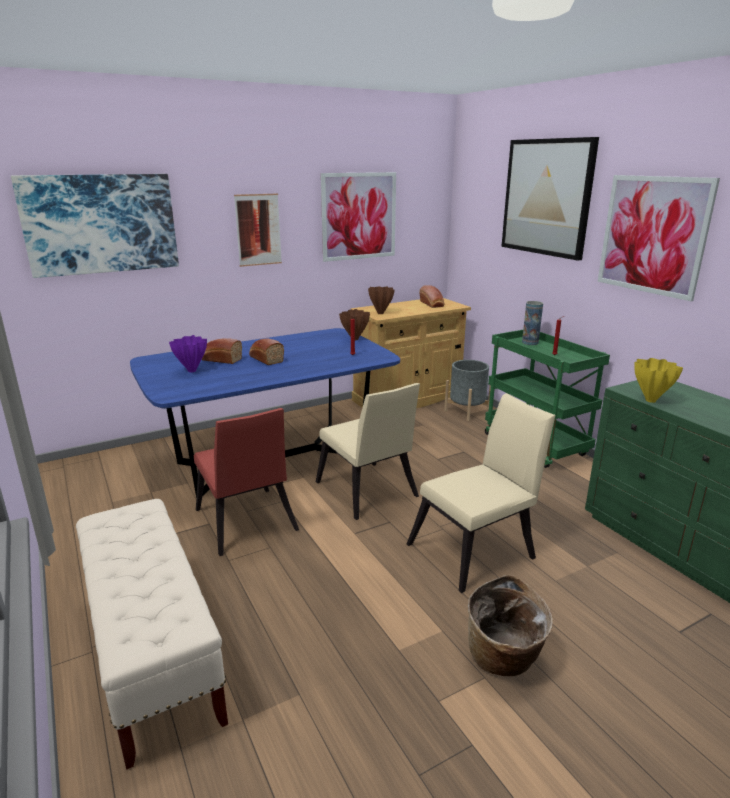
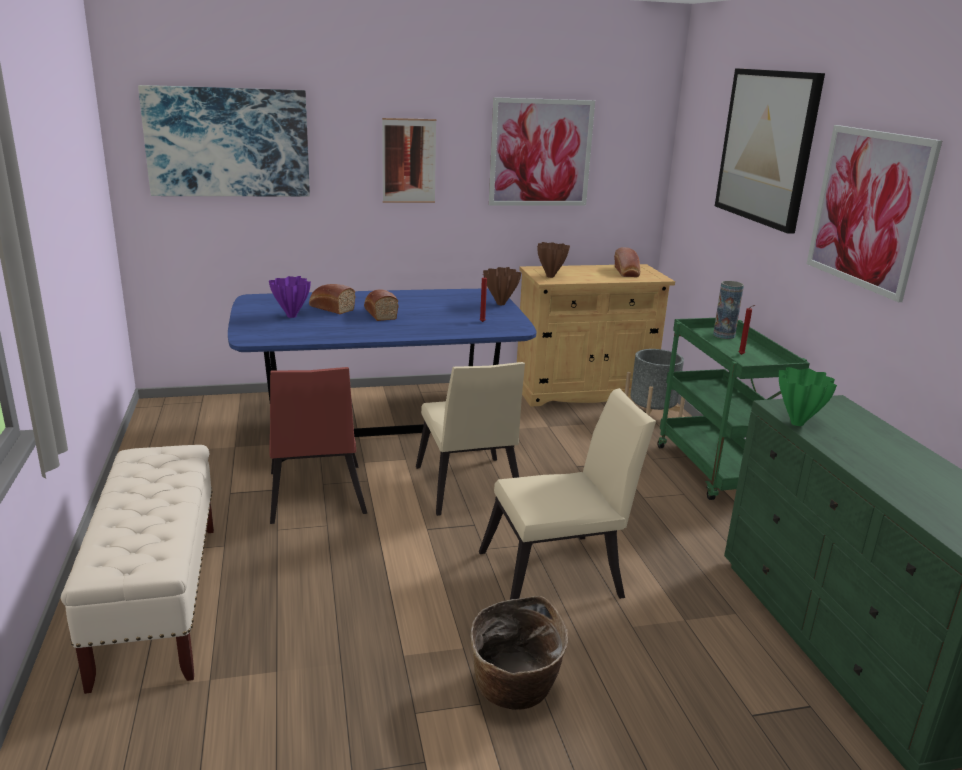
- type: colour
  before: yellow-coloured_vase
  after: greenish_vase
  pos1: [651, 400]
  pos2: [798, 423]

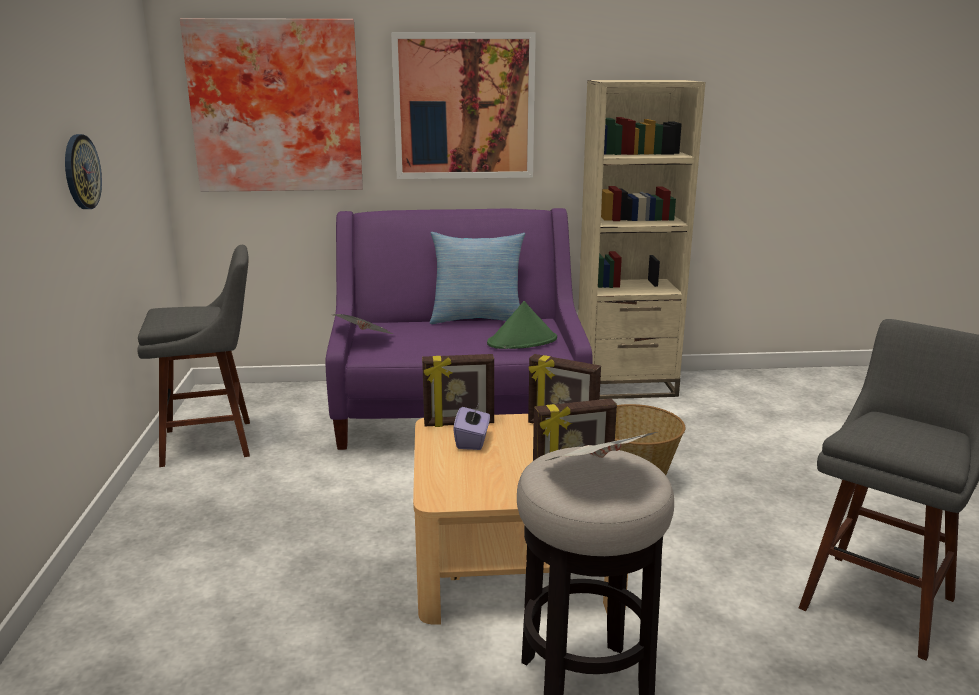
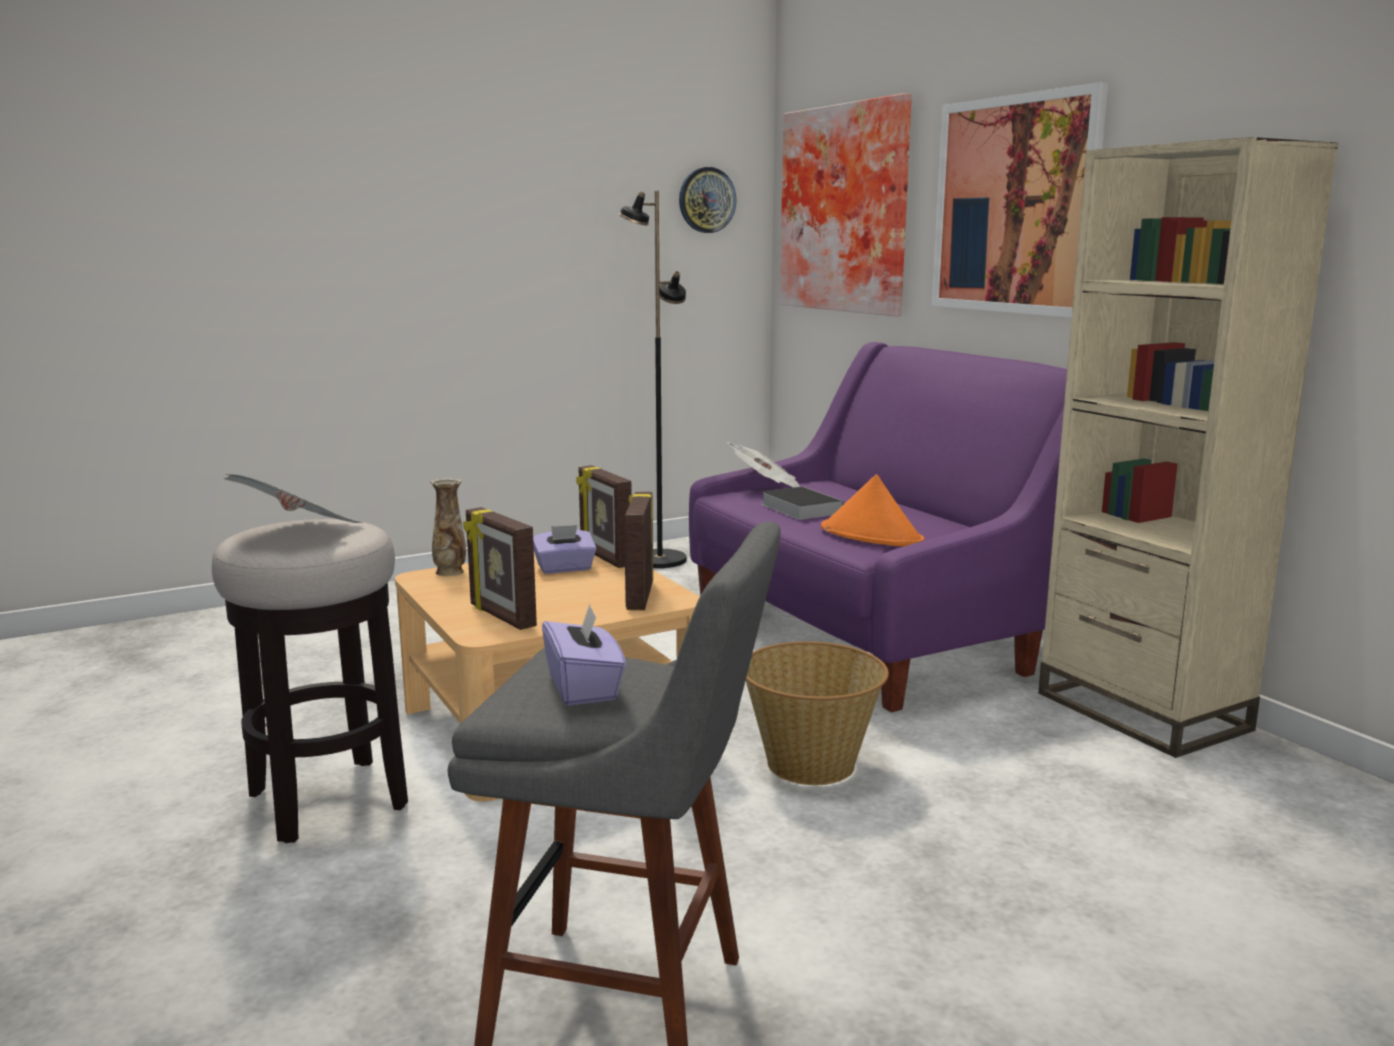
- type: appeared
  after: vase
  pos2: [450, 572]
- type: appeared
  after: purplish_box_of_tissues
  pos2: [584, 687]
- type: exchanged
  before: gray_sitting_stool
  after: black-coloured_floor_lamp
  pos1: [214, 442]
  pos2: [658, 560]
- type: relocated
  before: wall_clock
  pos1: [81, 172]
  pos2: [706, 200]
- type: appeared
  after: book
  pos2: [799, 508]
- type: colour
  before: greenish_clothing_hat
  after: orange-coloured_clothing_hat
  pos1: [522, 341]
  pos2: [872, 535]
- type: missing
  before: cushion
  pos1: [477, 319]

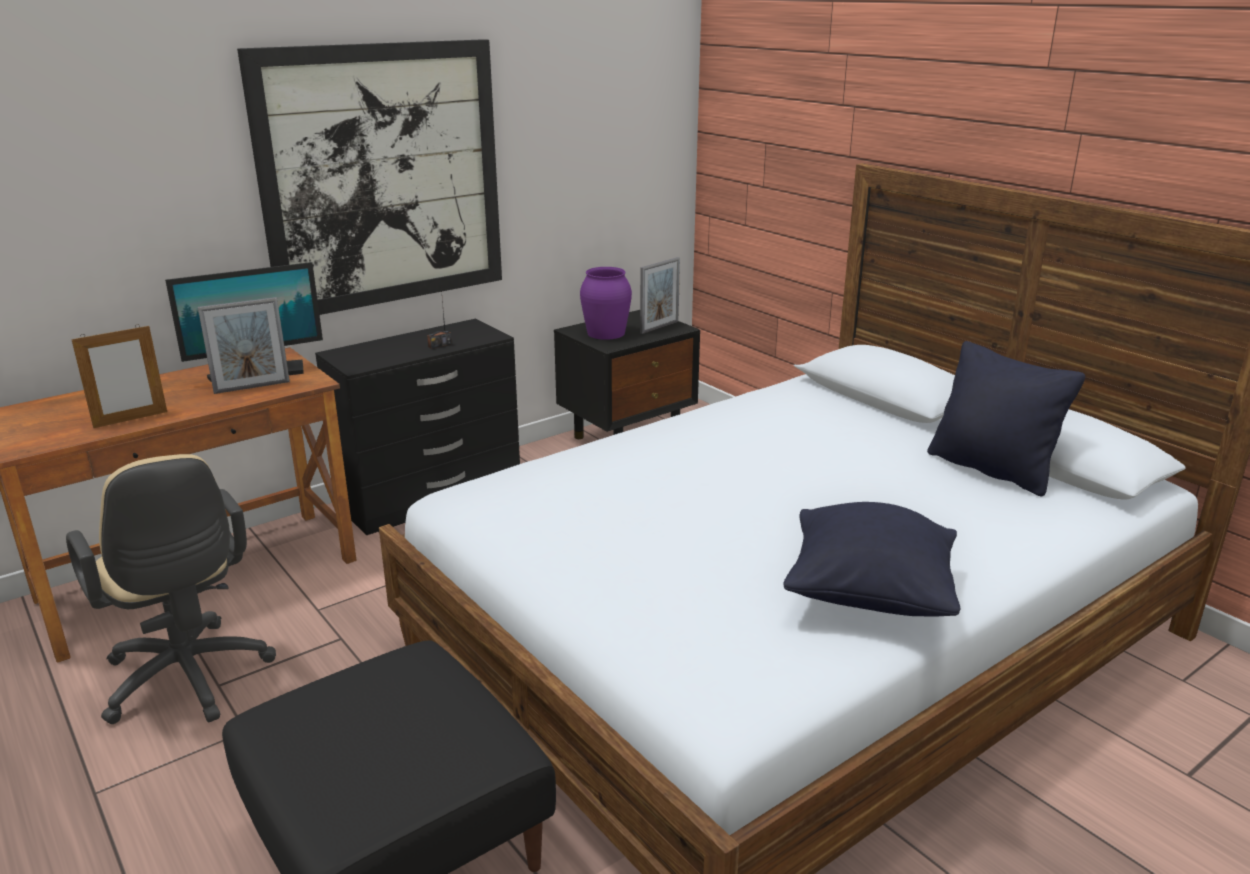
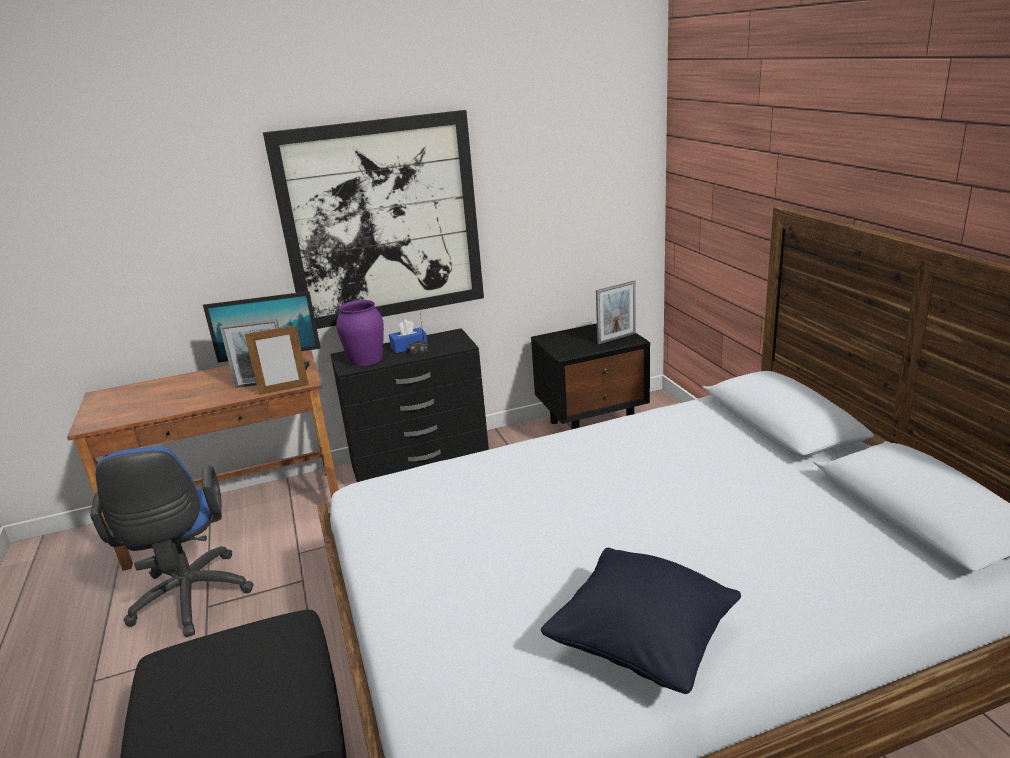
- type: colour
  before: beige-coloured_computer_chair
  after: blue_computer_chair
  pos1: [189, 681]
  pos2: [191, 600]
- type: relocated
  before: standing_frame
  pos1: [130, 419]
  pos2: [284, 389]
- type: relocated
  before: purplish_vase
  pos1: [605, 333]
  pos2: [365, 359]
- type: appeared
  after: blue_box_of_tissues
  pos2: [409, 347]
- type: missing
  before: black-coloured_cushion
  pos1: [991, 469]

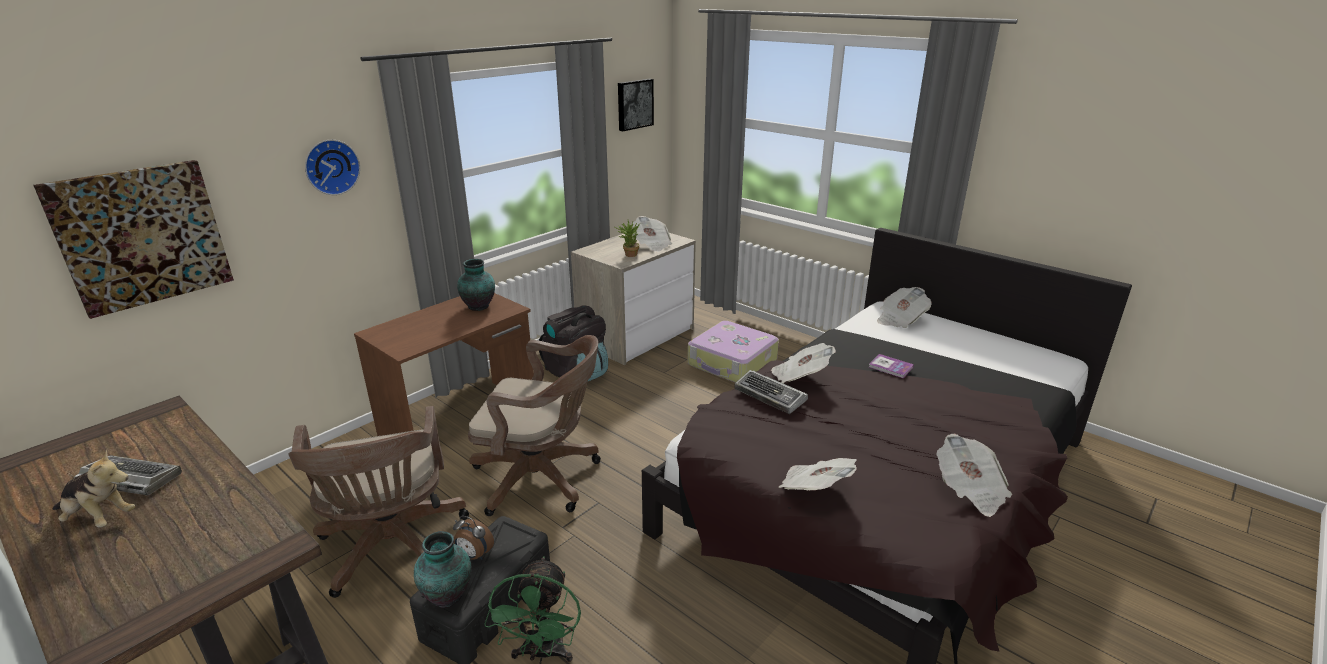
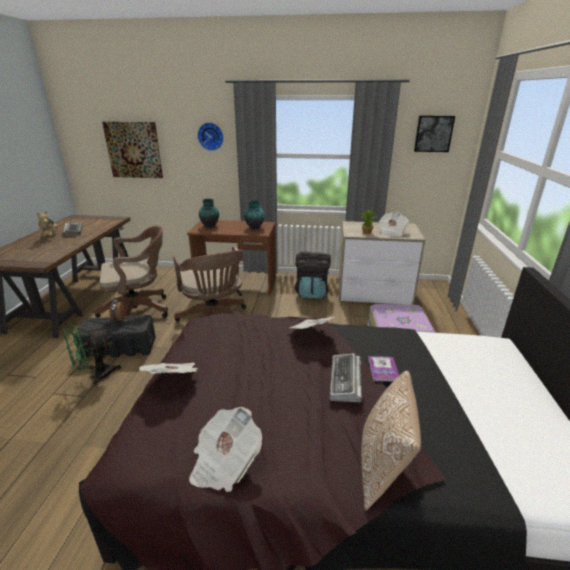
- type: spun
  before: brownish_computer_chair
  pos1: [392, 549]
  pos2: [140, 310]
  turn: -150
- type: relocated
  before: vase
  pos1: [448, 595]
  pos2: [210, 226]
- type: relocated
  before: computer_keyboard
  pos1: [771, 396]
  pos2: [345, 381]
- type: appeared
  after: cushion
  pos2: [383, 467]
- type: missing
  before: printed_paper
  pos1: [900, 319]

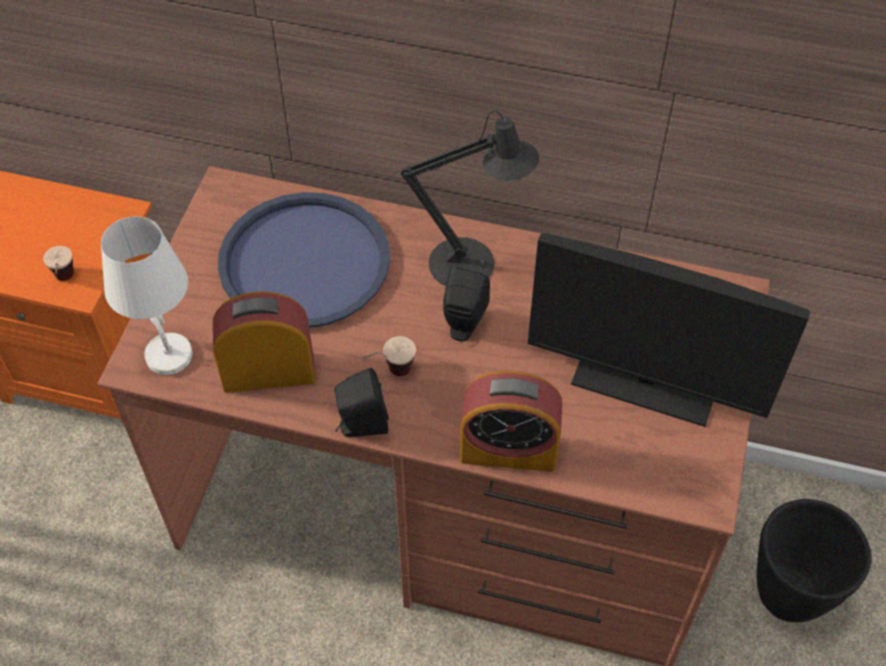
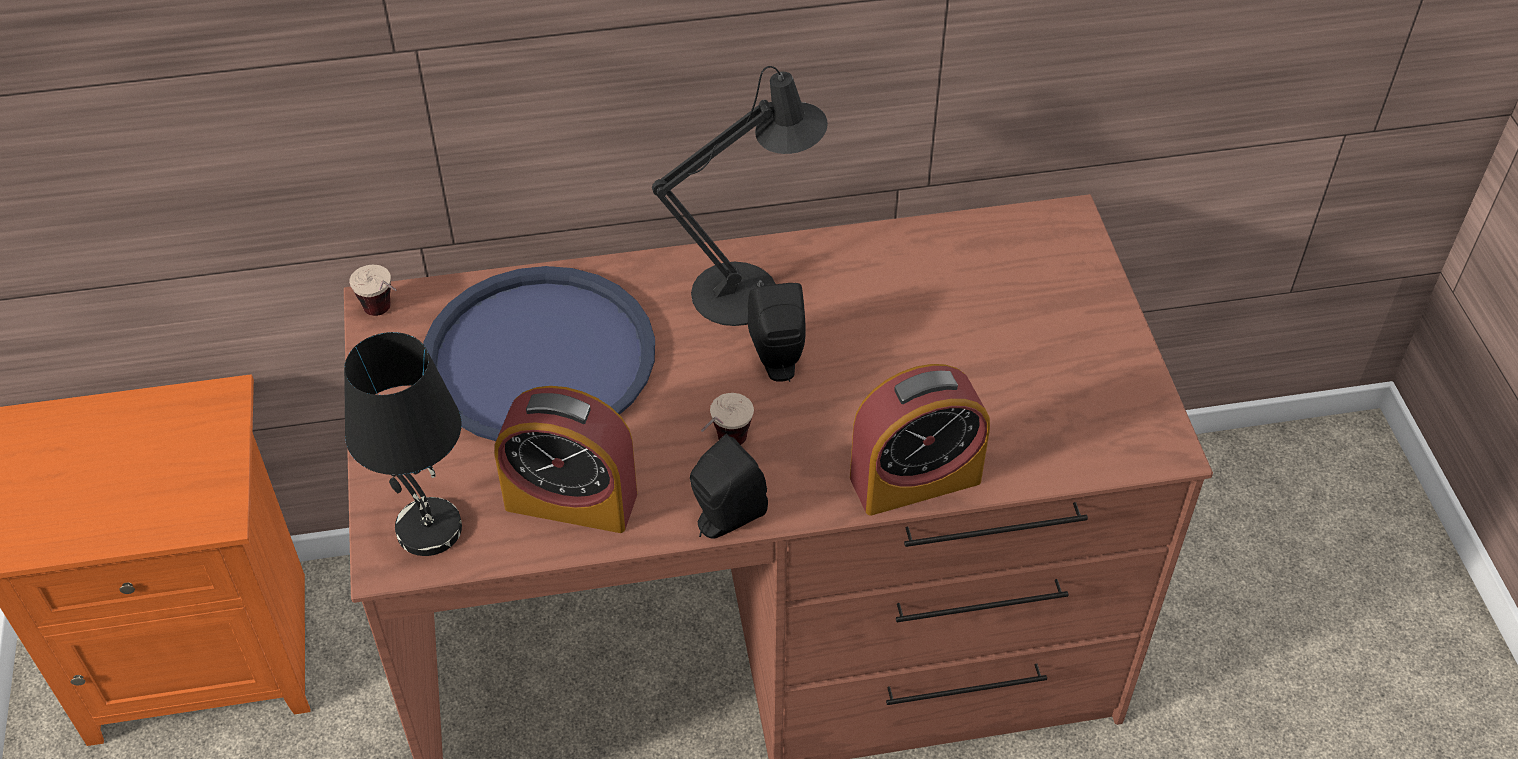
- type: colour
  before: white_lamp_for_a_table
  after: black-coloured_lamp_for_a_table
  pos1: [167, 355]
  pos2: [426, 529]
- type: relocated
  before: drinking_cup
  pos1: [66, 282]
  pos2: [386, 316]
- type: spun
  before: alarm_clock
  pos1: [268, 371]
  pos2: [571, 500]
  turn: -135
- type: missing
  before: computer_display
  pos1: [645, 380]
- type: missing
  before: black-coloured_planter
  pos1: [789, 593]

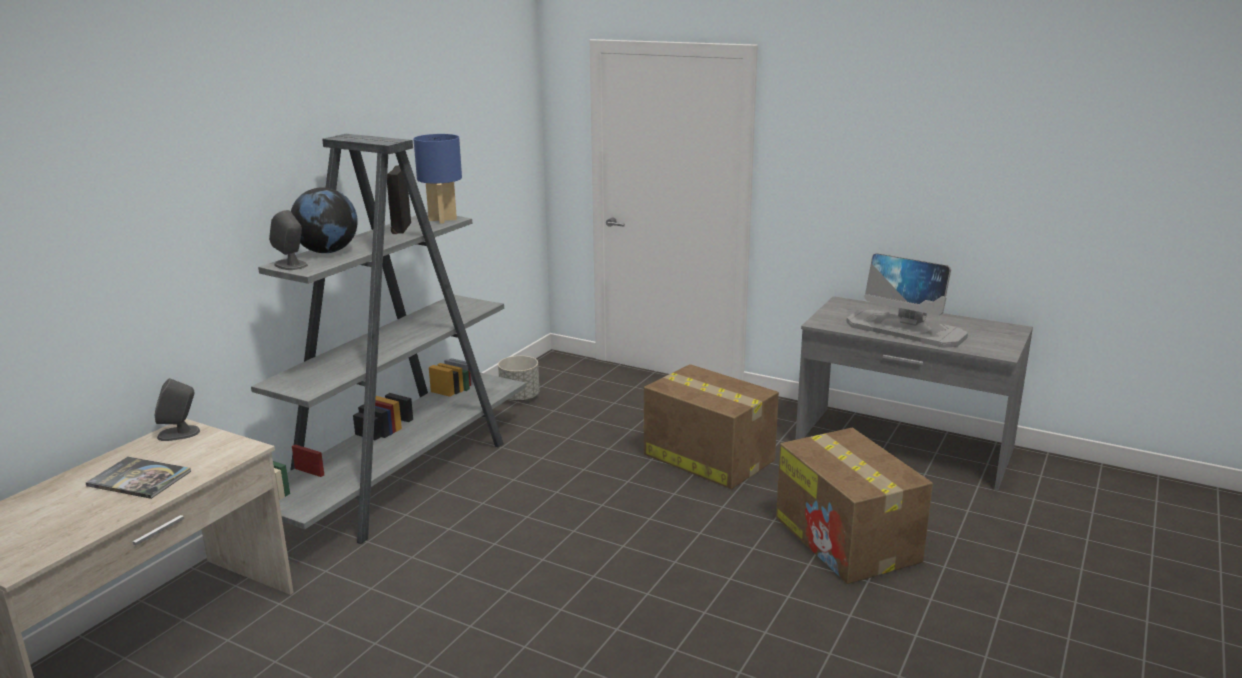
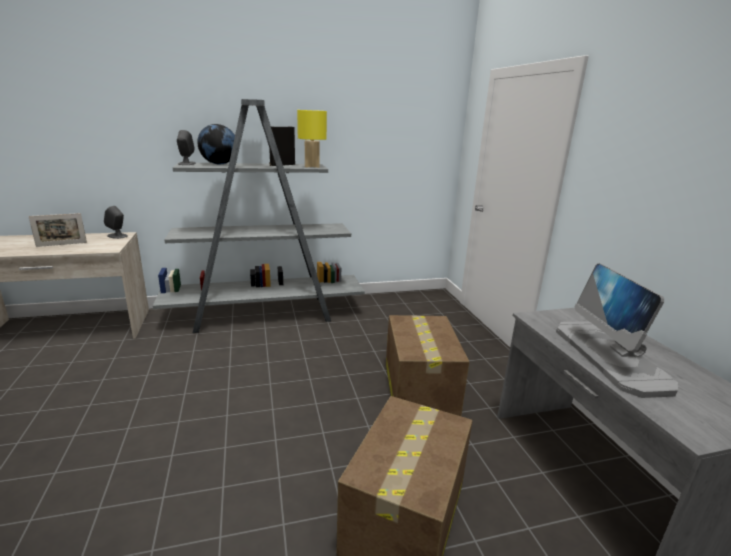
- type: exchanged
  before: book
  after: standing_frame
  pos1: [139, 479]
  pos2: [62, 244]
- type: colour
  before: blue_lamp_for_a_table
  after: yellow-coloured_lamp_for_a_table
  pos1: [443, 220]
  pos2: [312, 166]
- type: missing
  before: gray_planter
  pos1: [519, 397]

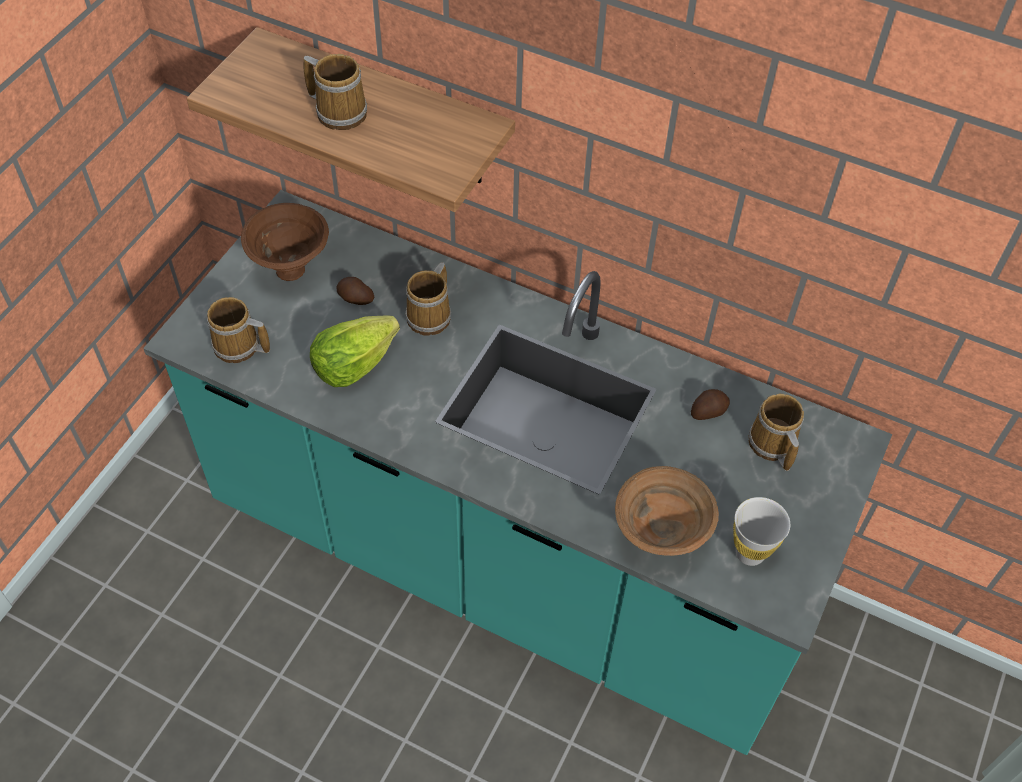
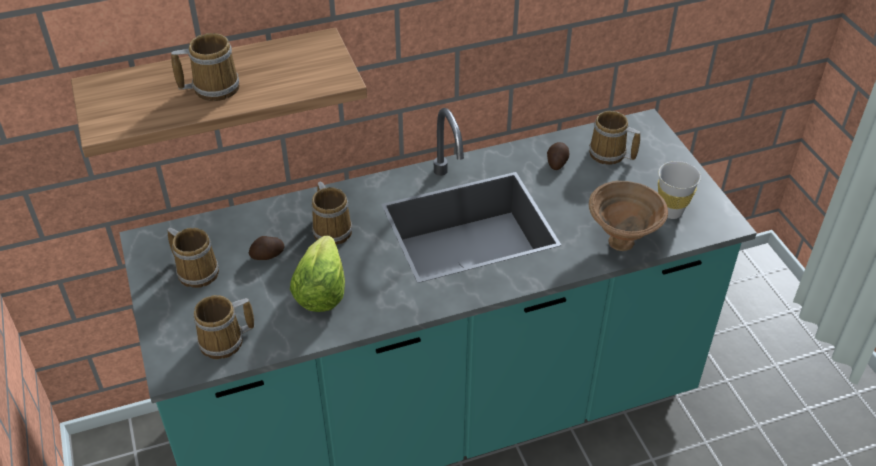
- type: exchanged
  before: brownish_bowl
  after: mug
  pos1: [291, 269]
  pos2: [197, 270]

